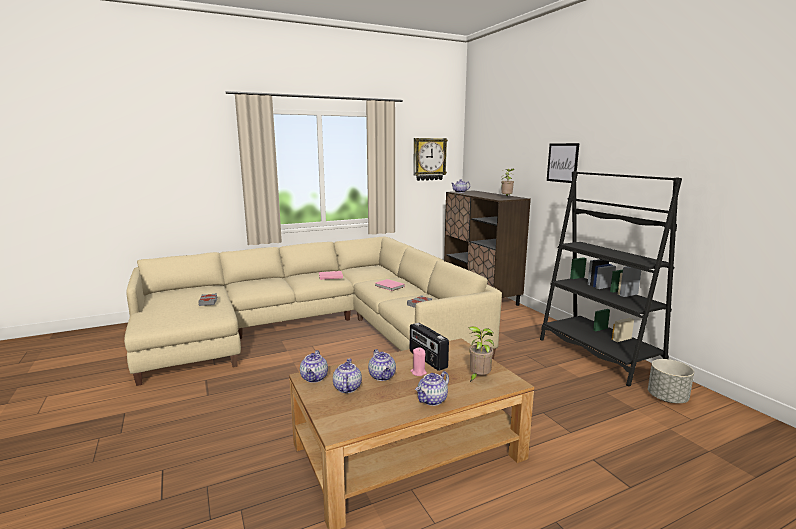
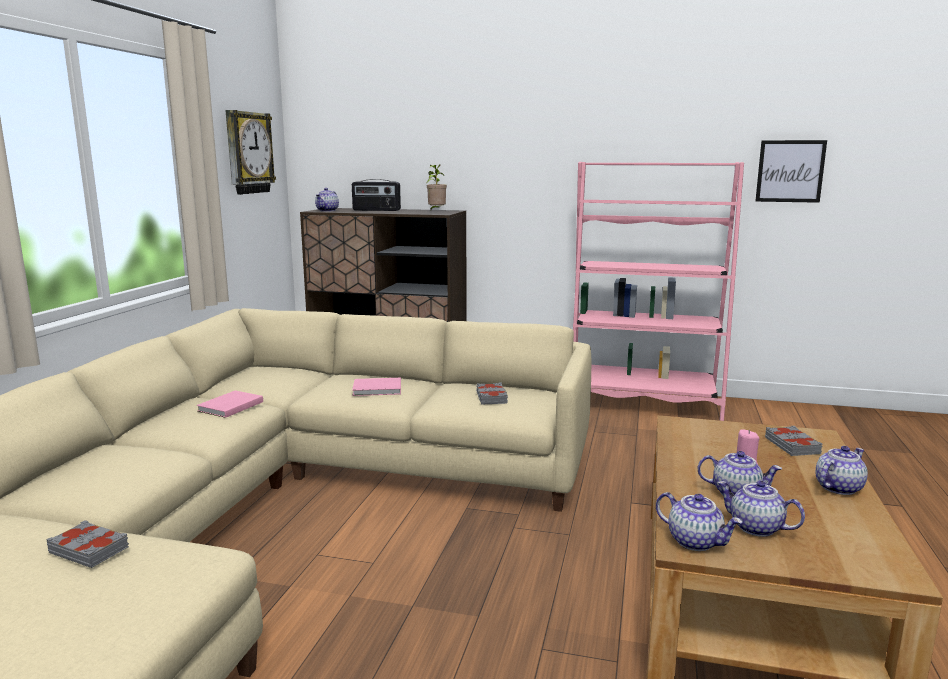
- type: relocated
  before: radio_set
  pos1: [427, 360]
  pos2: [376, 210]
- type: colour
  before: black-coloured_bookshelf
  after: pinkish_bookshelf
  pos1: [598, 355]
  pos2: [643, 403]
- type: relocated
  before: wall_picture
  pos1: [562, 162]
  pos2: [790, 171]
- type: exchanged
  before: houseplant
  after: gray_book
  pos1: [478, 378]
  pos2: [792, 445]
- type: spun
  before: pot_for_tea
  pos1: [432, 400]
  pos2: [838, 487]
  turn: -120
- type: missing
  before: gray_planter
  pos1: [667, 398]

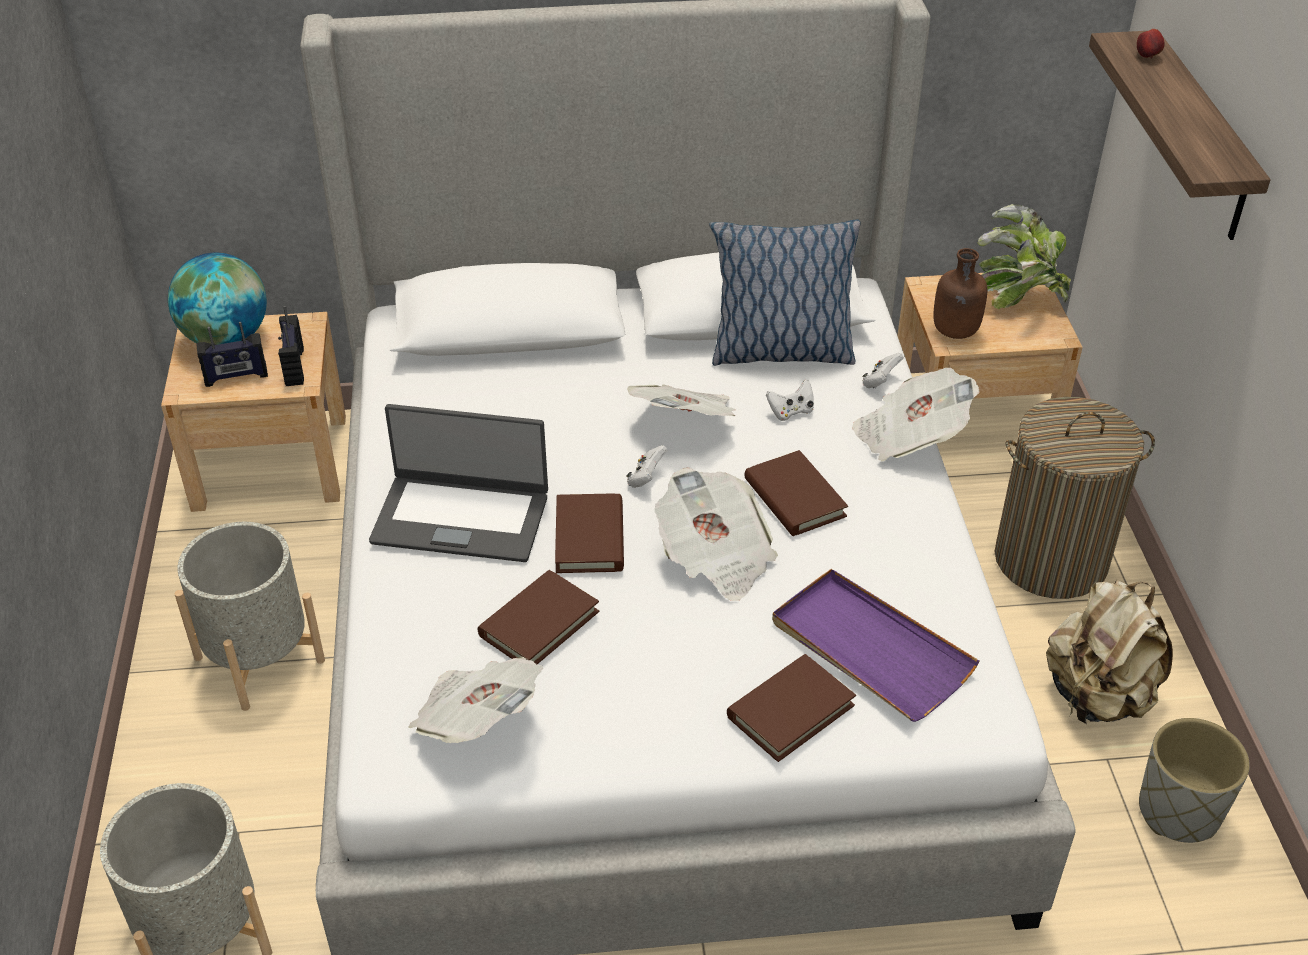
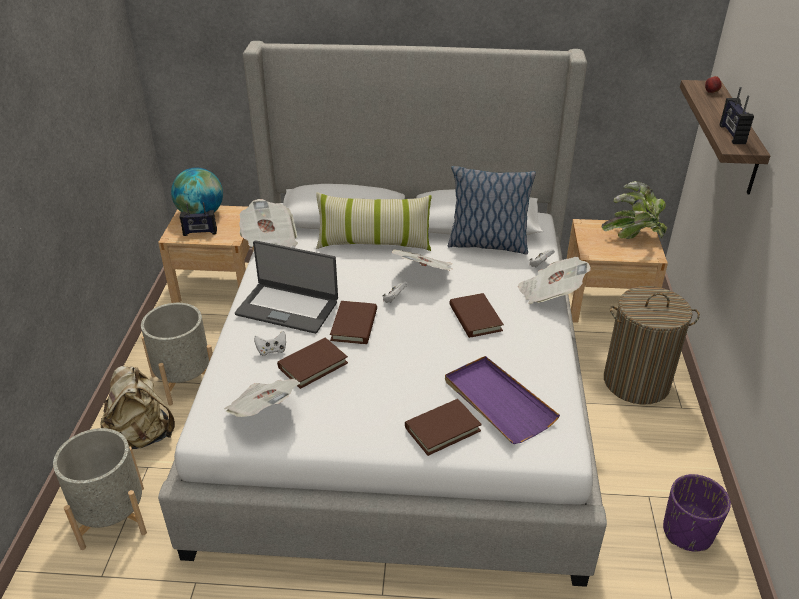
- type: relocated
  before: beige-coloured_knapsack
  pos1: [1097, 696]
  pos2: [141, 436]
- type: relocated
  before: printed_paper
  pos1: [715, 557]
  pos2: [270, 243]
- type: relocated
  before: white_game_controller
  pos1: [791, 412]
  pos2: [272, 350]
- type: appeared
  after: cushion
  pos2: [374, 243]
- type: colour
  before: gray_planter
  after: purplish_planter
  pos1: [1179, 811]
  pos2: [688, 532]
- type: relocated
  before: radio_set
  pos1: [293, 367]
  pos2: [731, 134]
- type: missing
  before: brownish_bottle
  pos1: [954, 332]

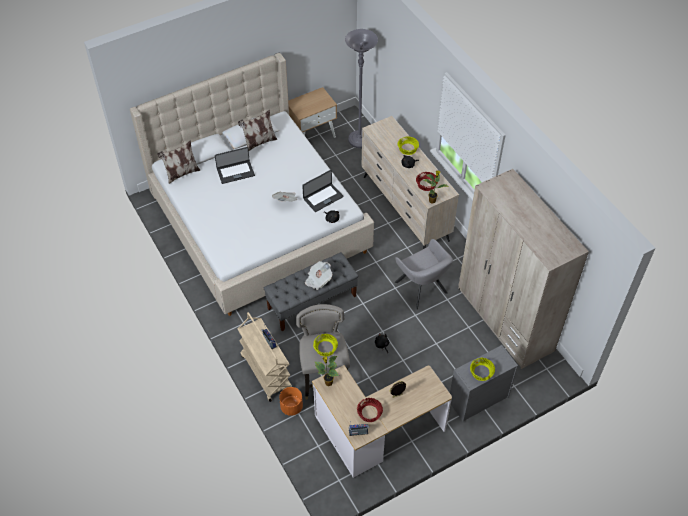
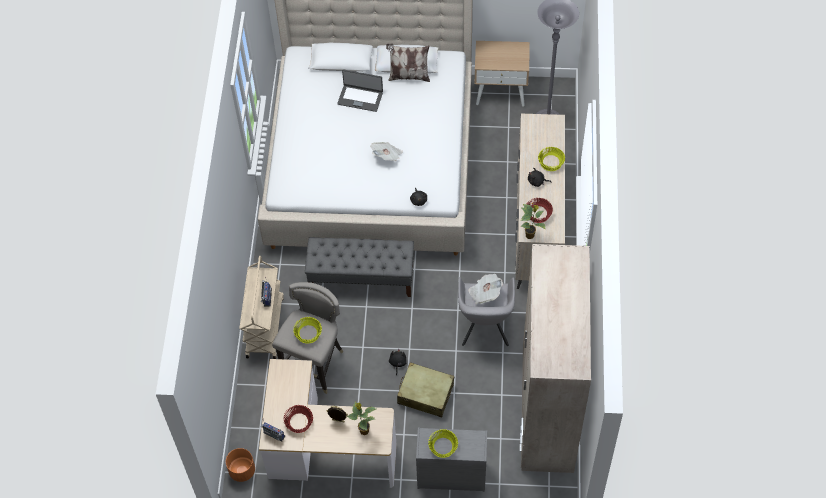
- type: relocated
  before: orange-coloured_planter
  pos1: [291, 407]
  pos2: [242, 470]
- type: relocated
  before: houseplant
  pos1: [328, 382]
  pos2: [363, 430]
- type: appeared
  after: beige-coloured_suitcase
  pos2: [425, 394]
- type: relocated
  before: printed_paper
  pos1: [318, 280]
  pos2: [485, 293]
- type: missing
  before: cushion
  pos1: [181, 173]
- type: missing
  before: portable_computer
  pos1: [323, 197]

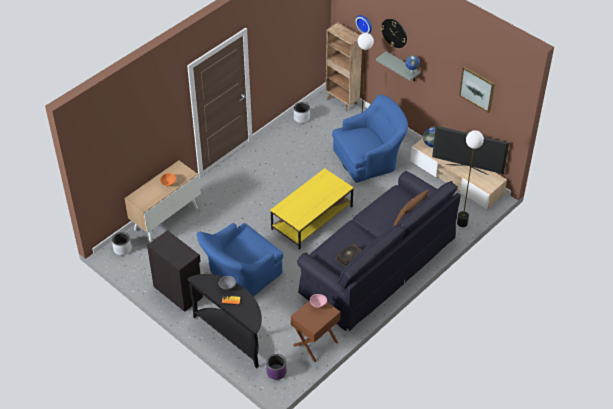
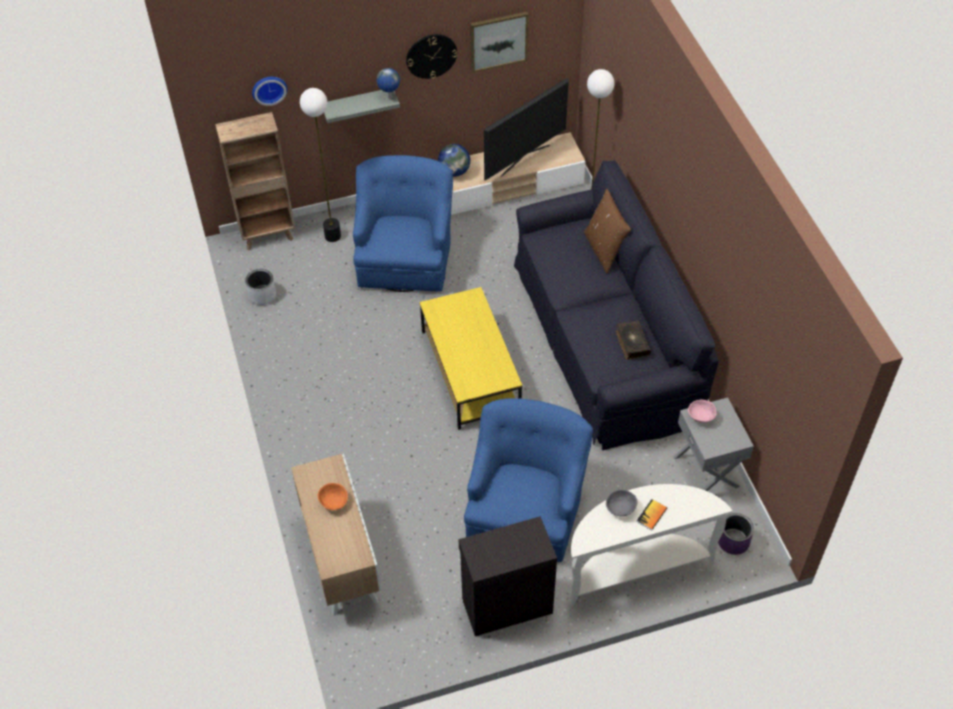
- type: relocated
  before: wall_clock
  pos1: [394, 33]
  pos2: [431, 56]
- type: spun
  before: blue_lounge_chair
  pos1: [240, 276]
  pos2: [526, 508]
  turn: -150
- type: colour
  before: black-coloured_hall_table
  after: white_hall_table
  pos1: [233, 335]
  pos2: [635, 566]
- type: colour
  before: brownish_bedside_table
  after: gray_bedside_table
  pos1: [315, 344]
  pos2: [707, 471]
- type: missing
  before: gray_planter
  pos1: [122, 249]

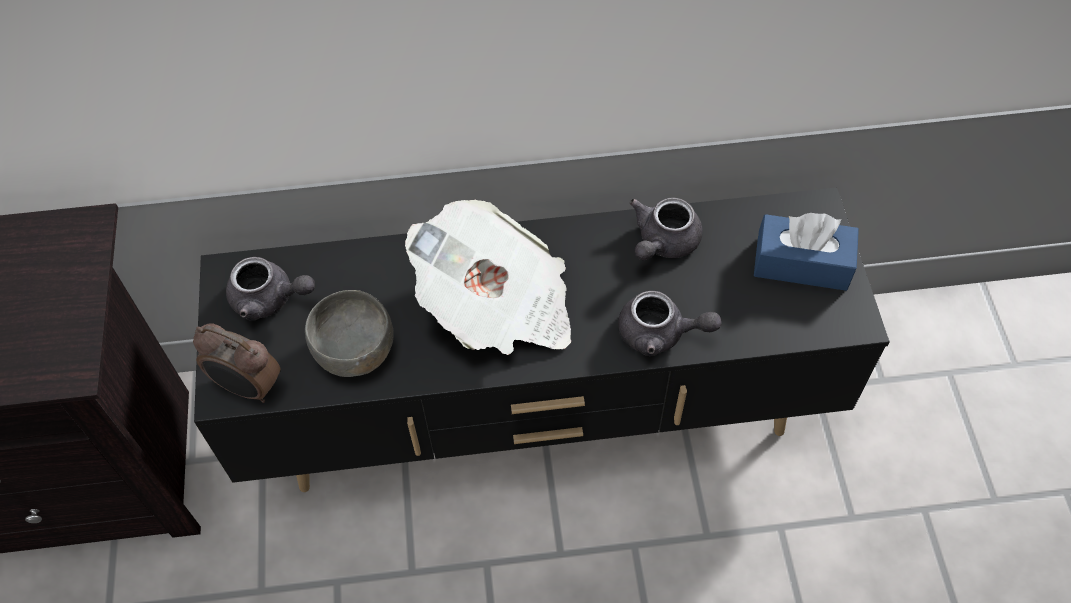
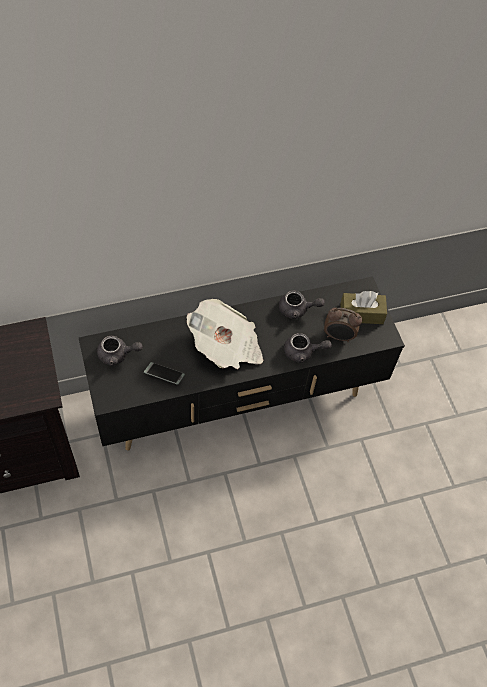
- type: exchanged
  before: gray_bowl
  after: phone
  pos1: [355, 351]
  pos2: [164, 375]
- type: spun
  before: gray_pot_for_tea
  pos1: [662, 242]
  pos2: [297, 310]
  turn: -105
- type: relocated
  before: alarm_clock
  pos1: [248, 387]
  pos2: [339, 336]
- type: colour
  before: blue_box_of_tissues
  after: brownish_box_of_tissues
  pos1: [801, 263]
  pos2: [361, 313]

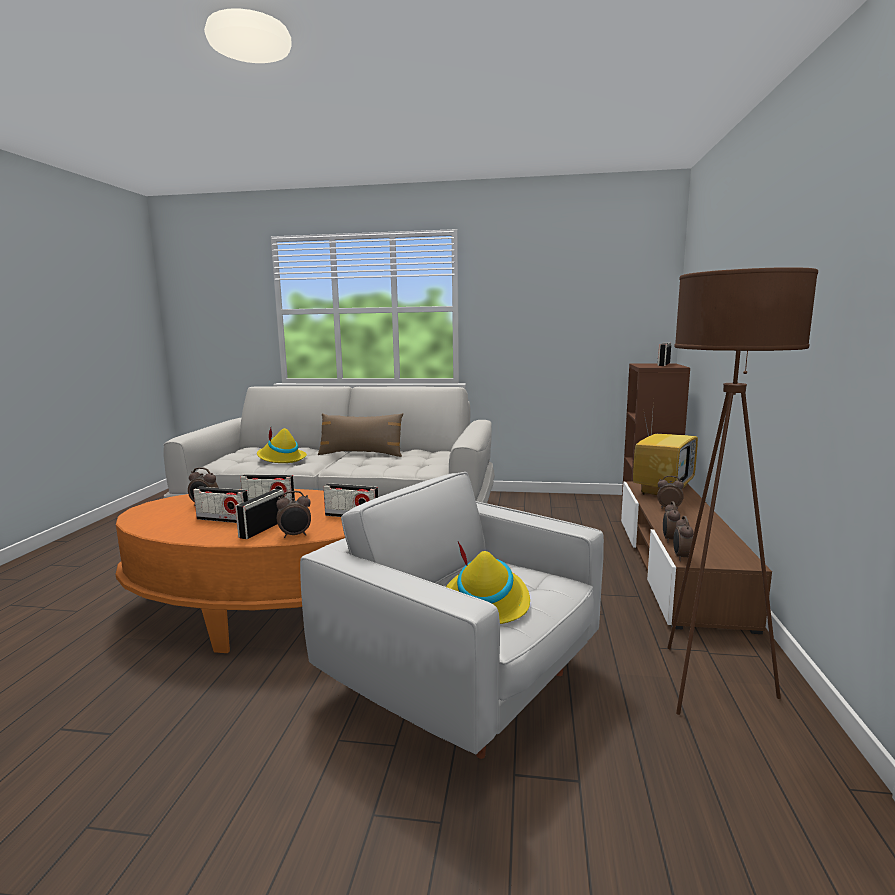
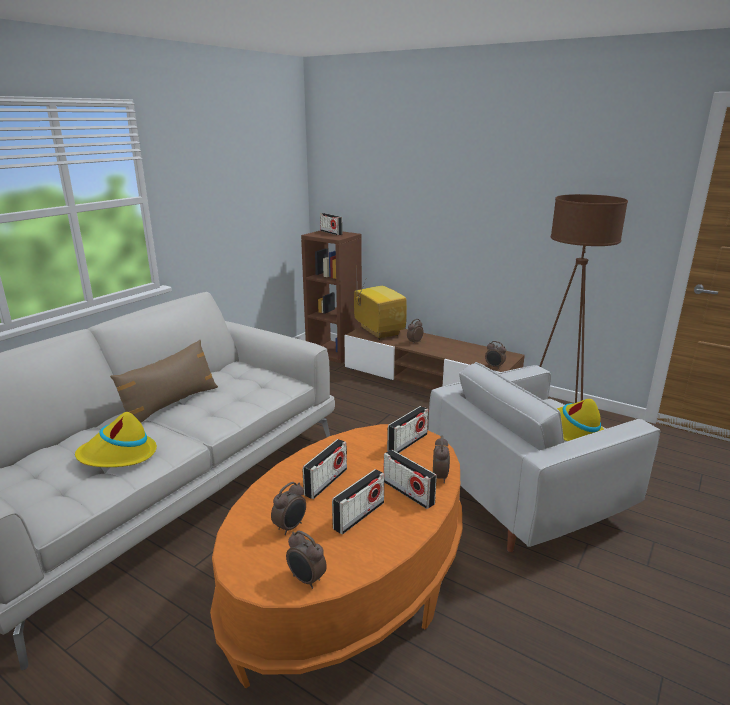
- type: relocated
  before: alarm_clock
  pos1: [669, 540]
  pos2: [306, 580]

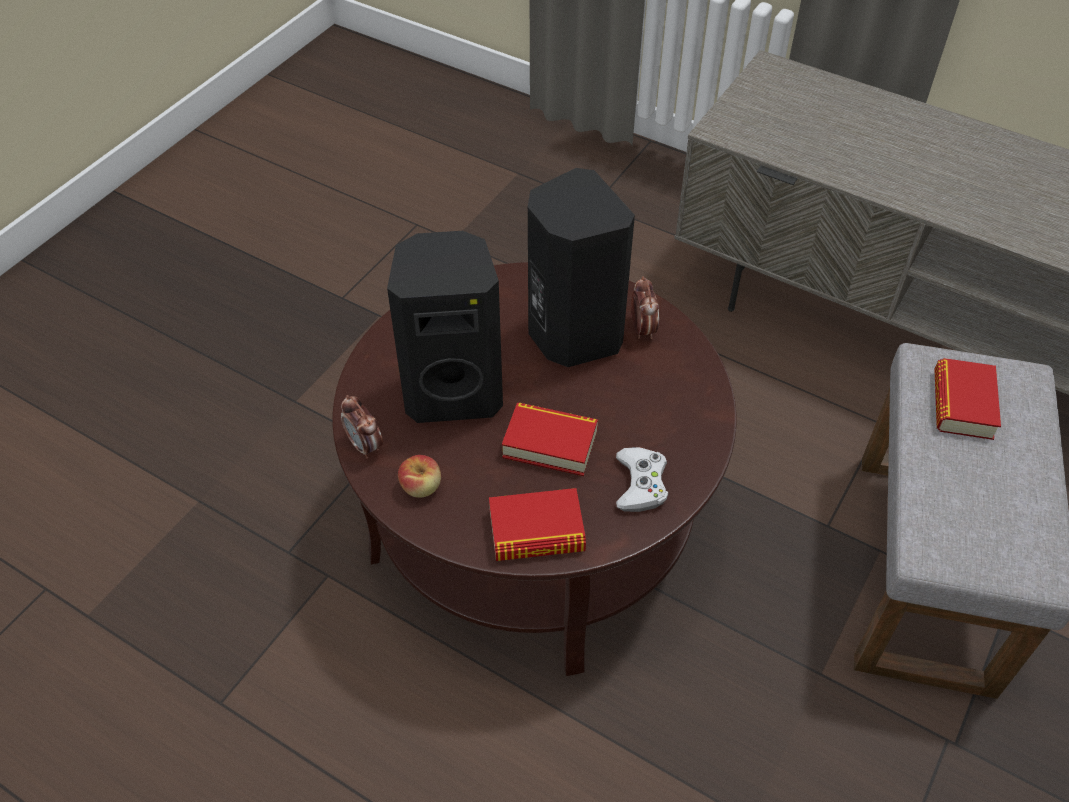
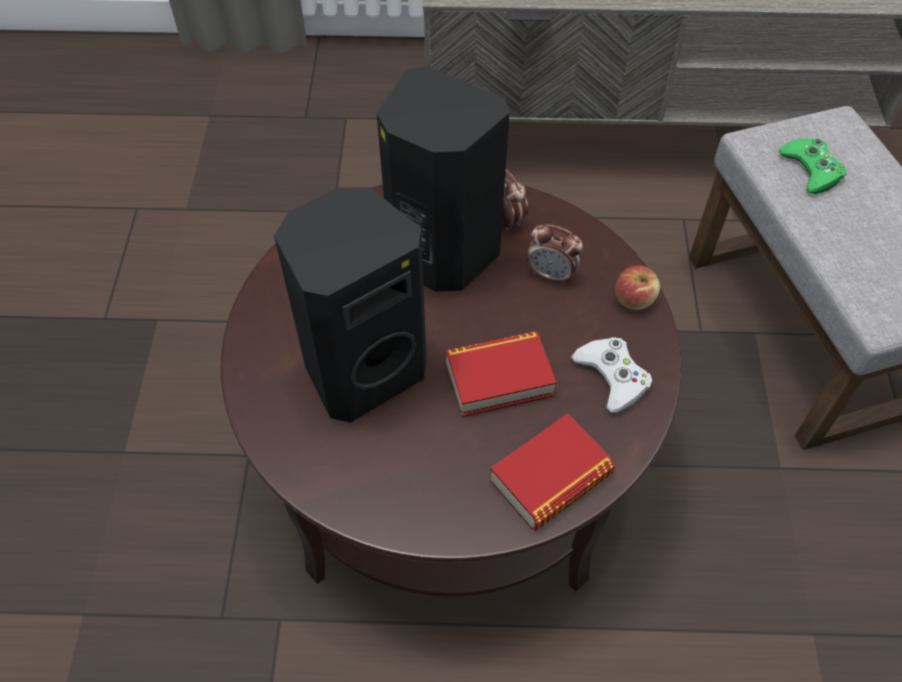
- type: relocated
  before: alarm_clock
  pos1: [365, 446]
  pos2: [551, 274]
- type: relocated
  before: apple_fruit
  pos1: [421, 486]
  pos2: [634, 299]
- type: exchanged
  before: book
  after: greenish_game_controller
  pos1: [962, 404]
  pos2: [811, 170]

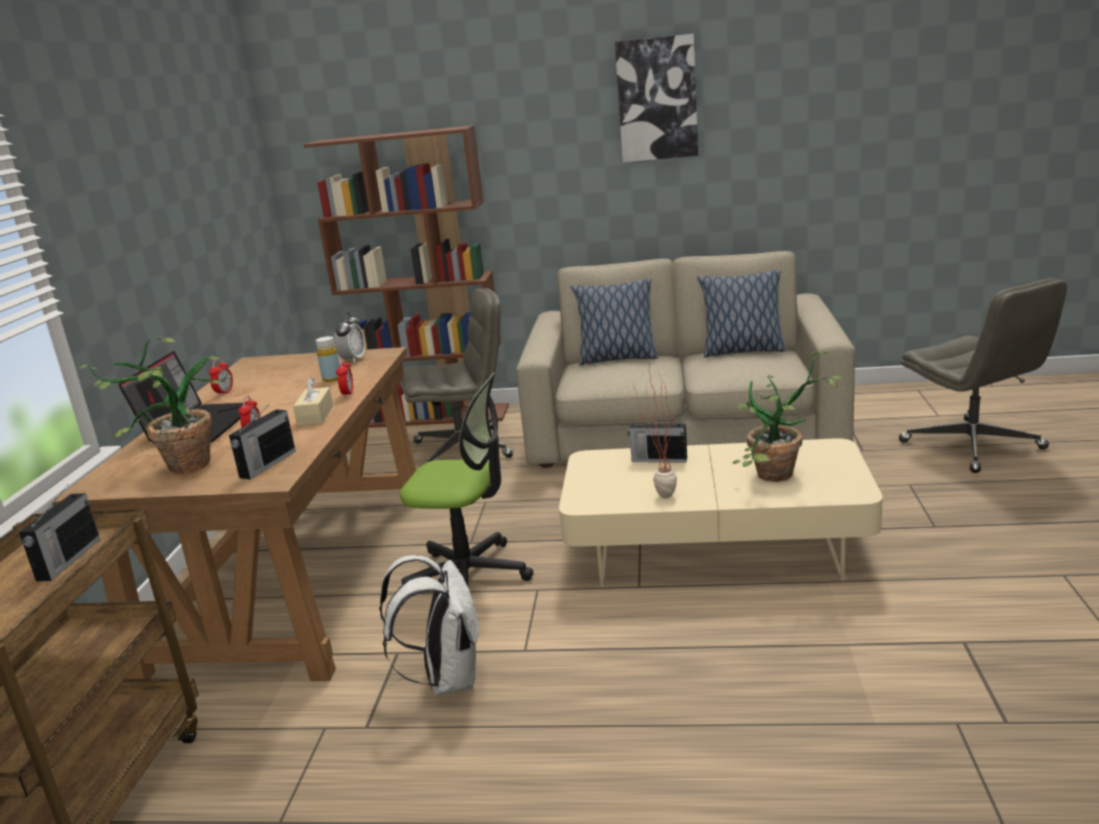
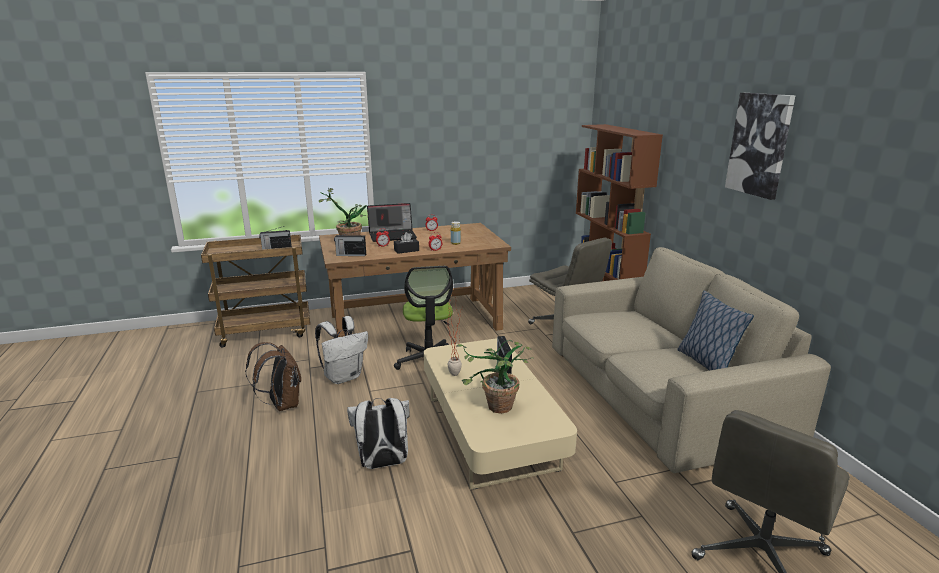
- type: appeared
  after: brownish_knapsack
  pos2: [282, 404]
- type: appeared
  after: white_knapsack
  pos2: [383, 464]
- type: colour
  before: beige-coloured_box_of_tissues
  after: black-coloured_box_of_tissues
  pos1: [315, 415]
  pos2: [406, 250]
- type: missing
  before: alarm_clock
  pos1: [353, 360]
- type: missing
  before: cushion
  pos1: [617, 359]

